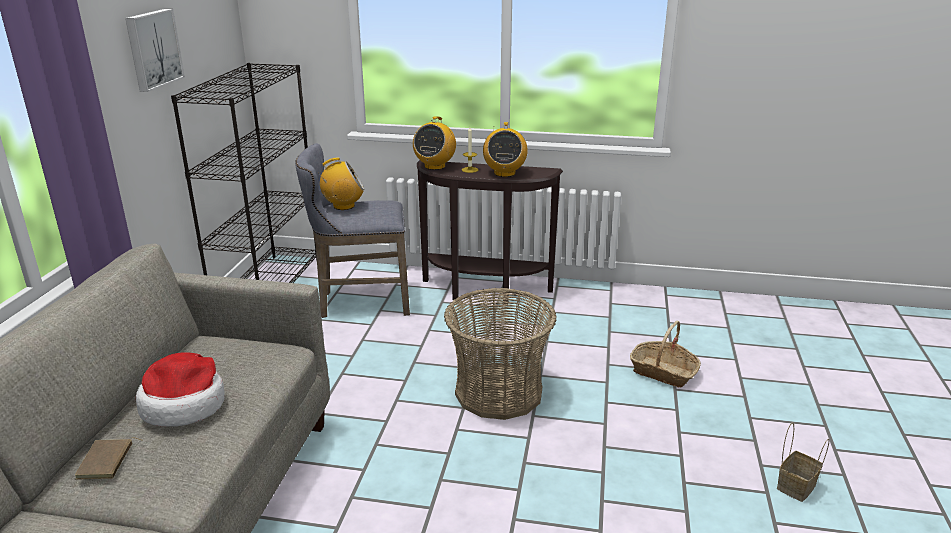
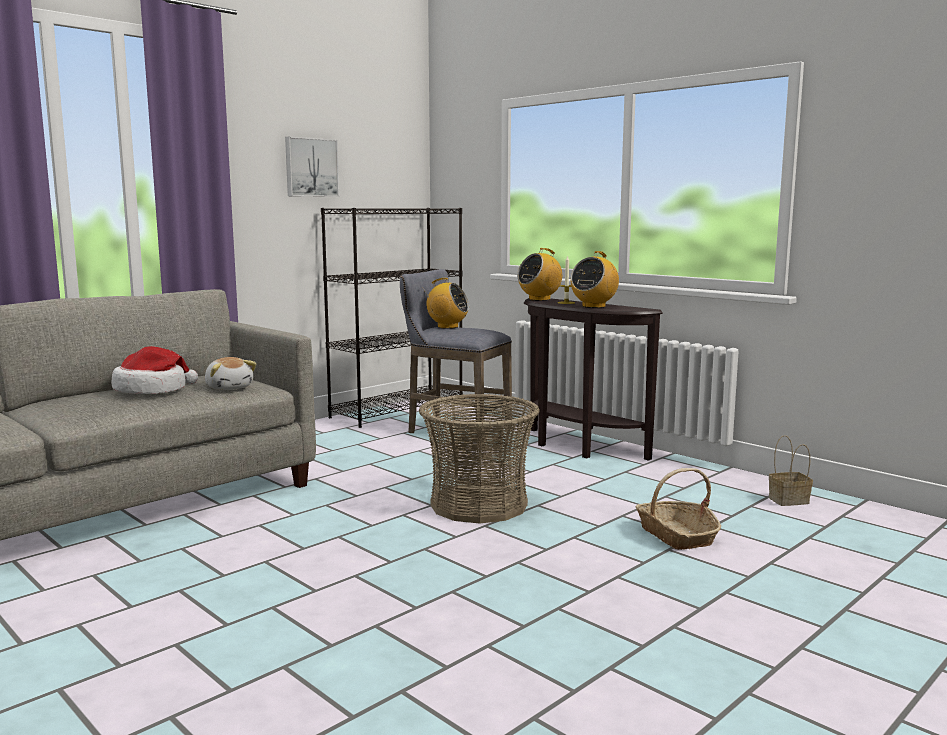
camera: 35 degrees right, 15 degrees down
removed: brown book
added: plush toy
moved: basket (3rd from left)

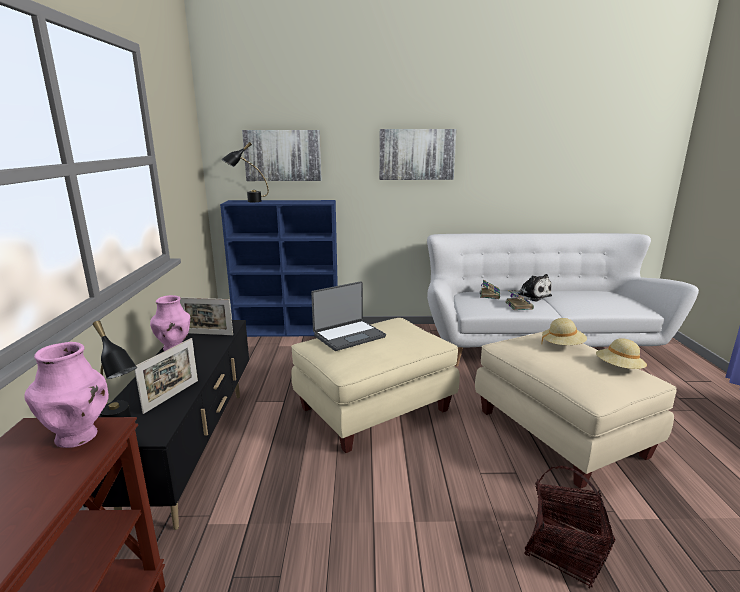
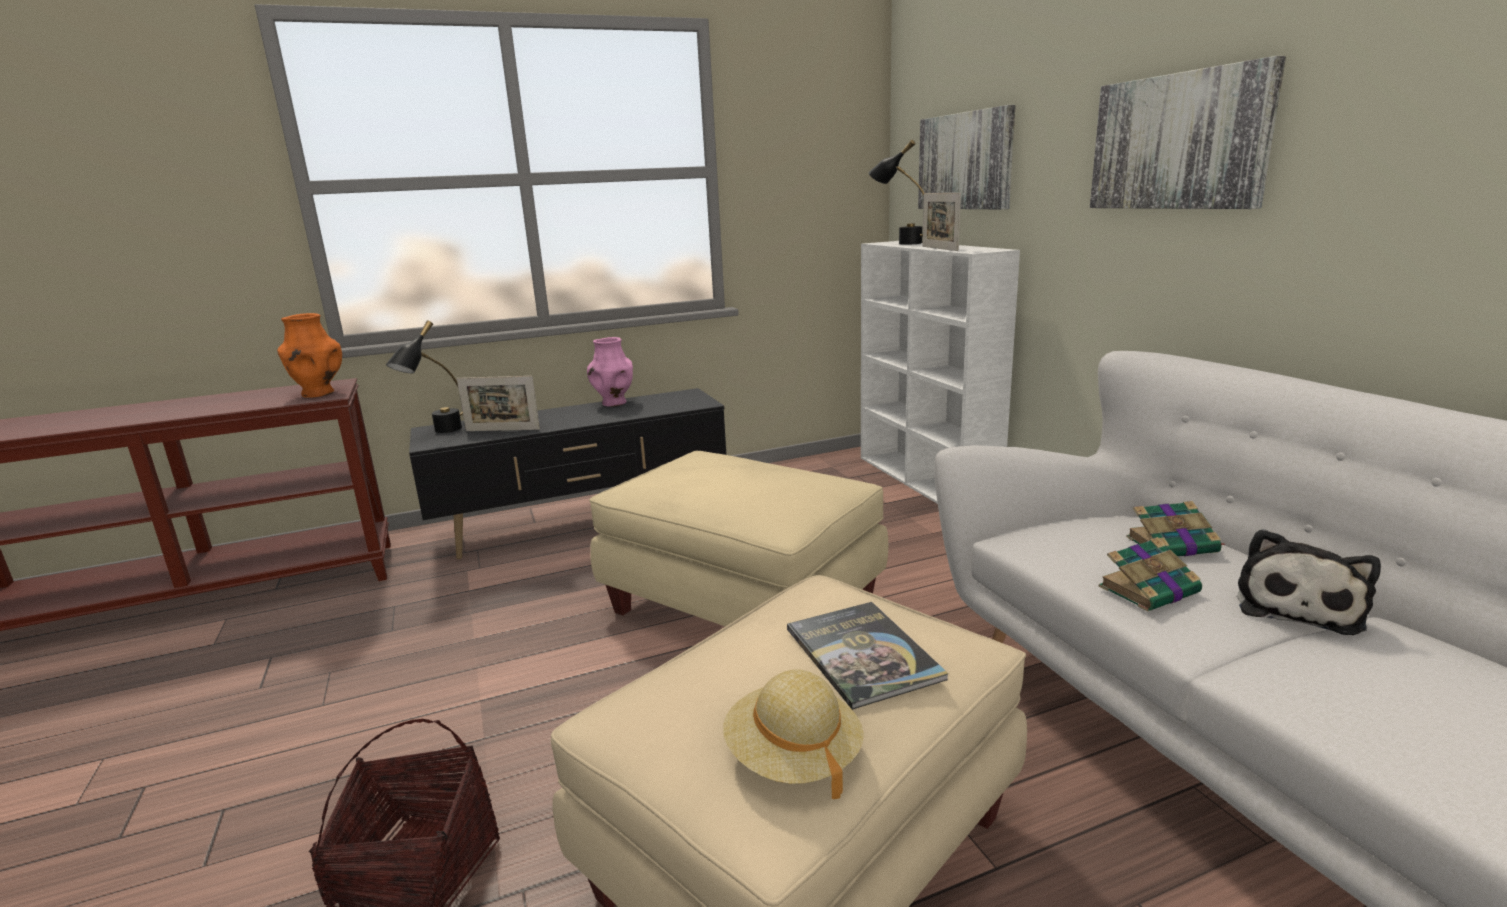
camera: 70 degrees right, 0 degrees up
removed: laptop
moved: picture frame (2nd from left)
replaced: beige hat (1st from left) to book (1st from left)
recoloured: pink vase (1st from left) to orange vase; blue bookcase to white bookcase

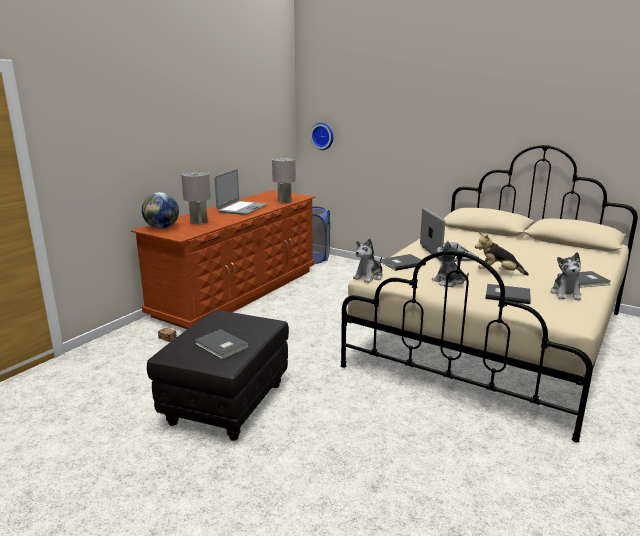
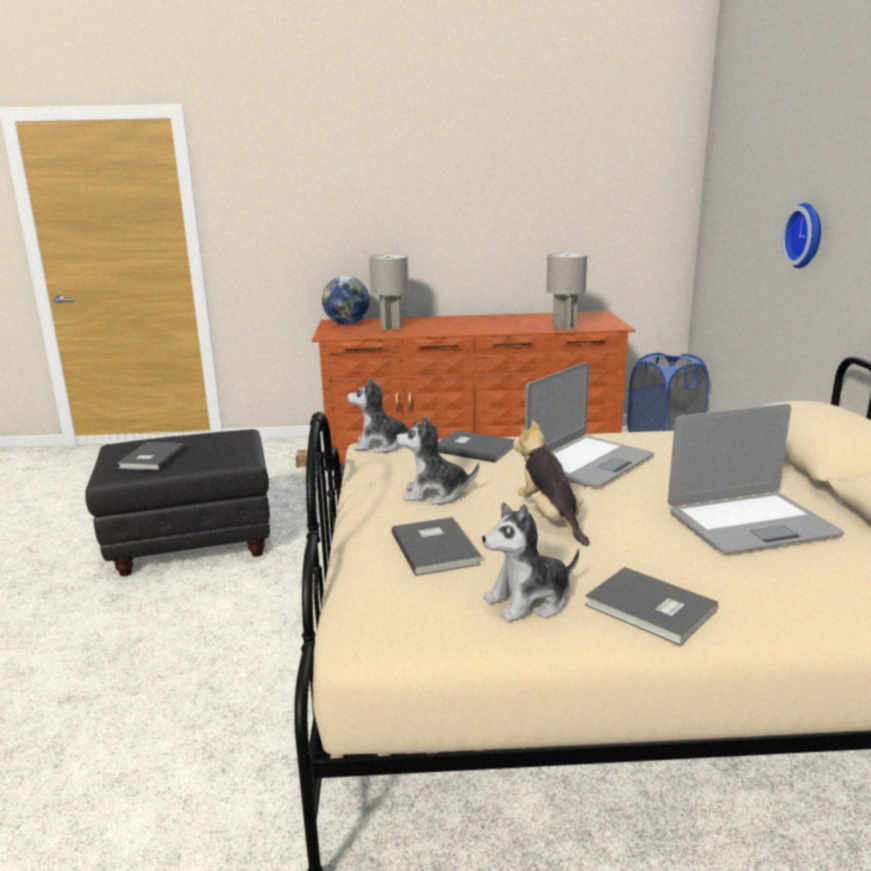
camera: 55 degrees right, 0 degrees up
moved: laptop (1st from left in the first image) to laptop (2nd from left); wall clock
turned: plush toy (2nd from left) 105 degrees counterclockwise

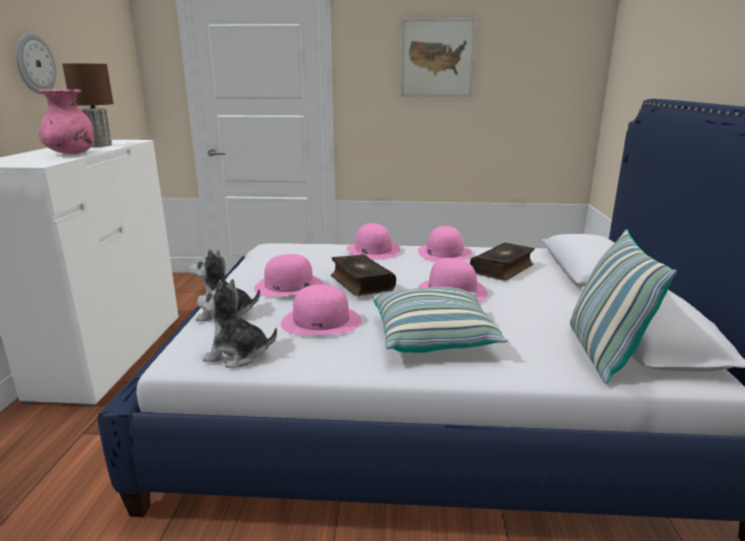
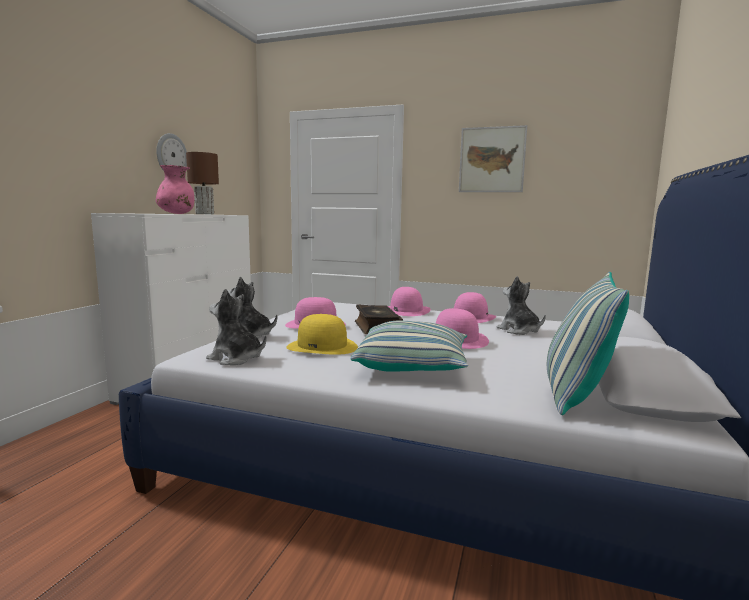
camera: 15 degrees right, 10 degrees down
replaced: book (2nd from left) to plush toy (3rd from left)
recoloured: pink hat (2nd from left) to yellow hat

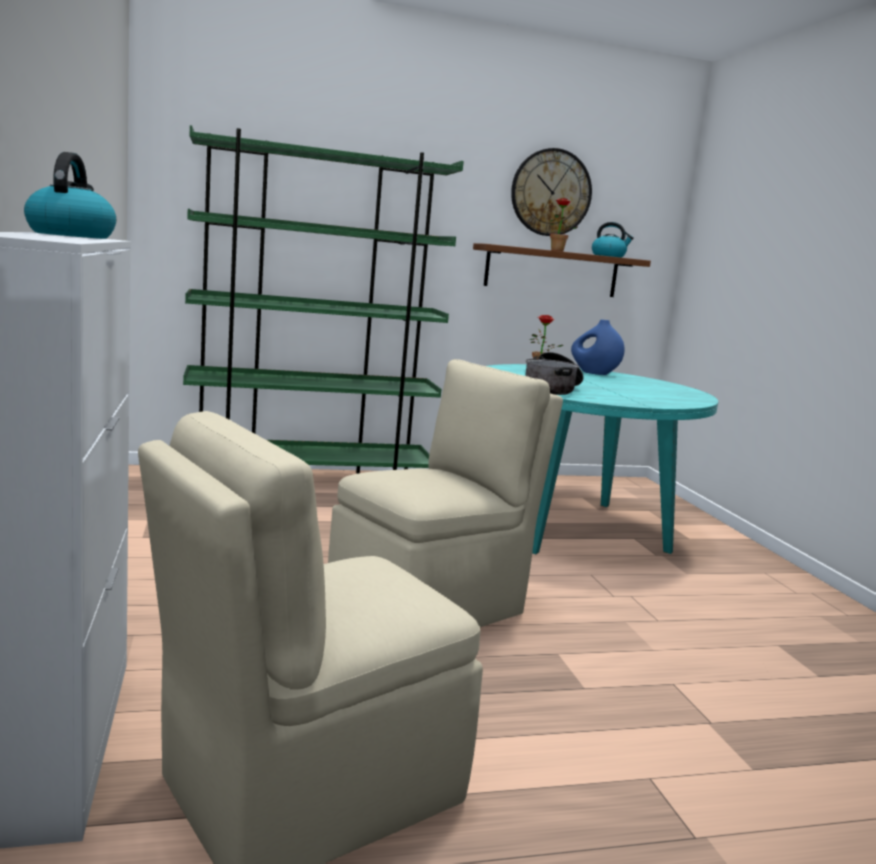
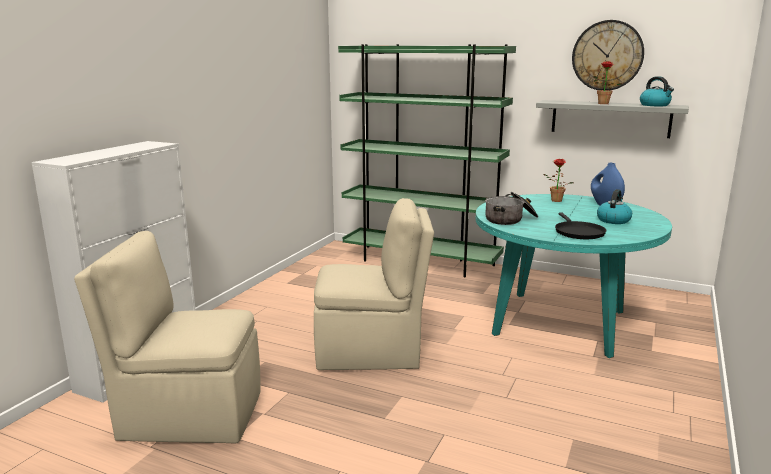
camera: 40 degrees right, 5 degrees up
added: black frying pan
moved: kettle (1st from left)
recoloured: brown shelf to grey shelf

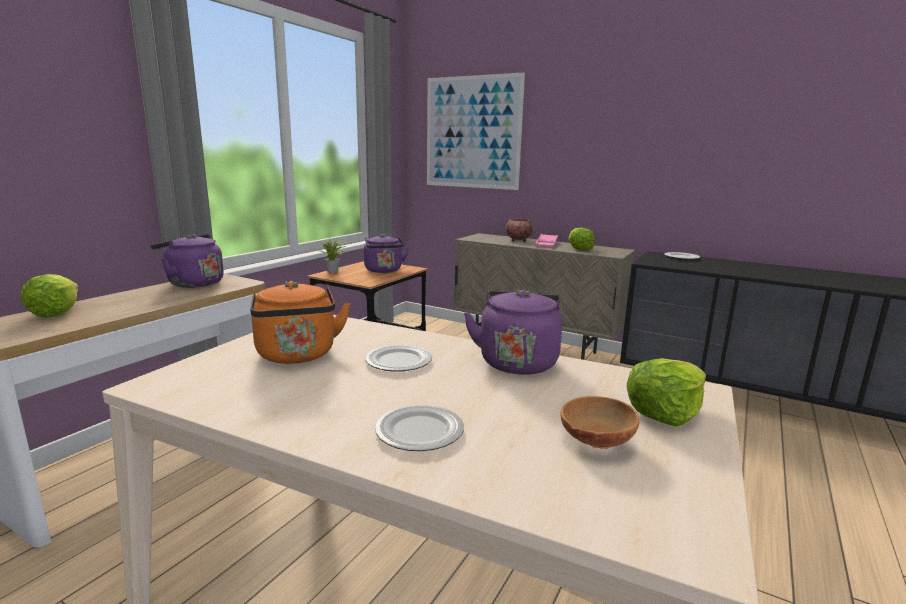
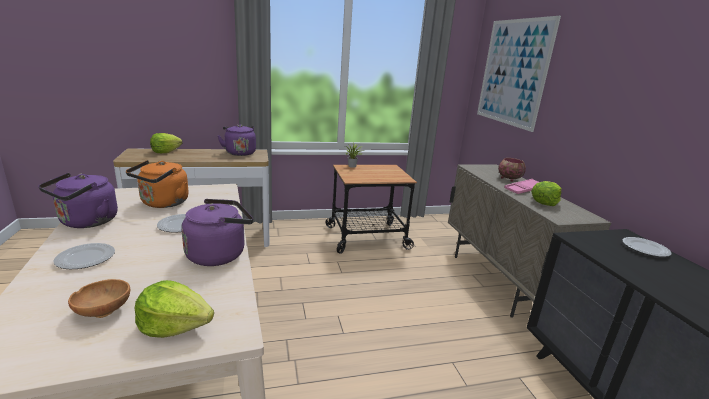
camera: 45 degrees right, 5 degrees up
moved: purple kettle (2nd from left in the first image) to purple kettle (1st from left)

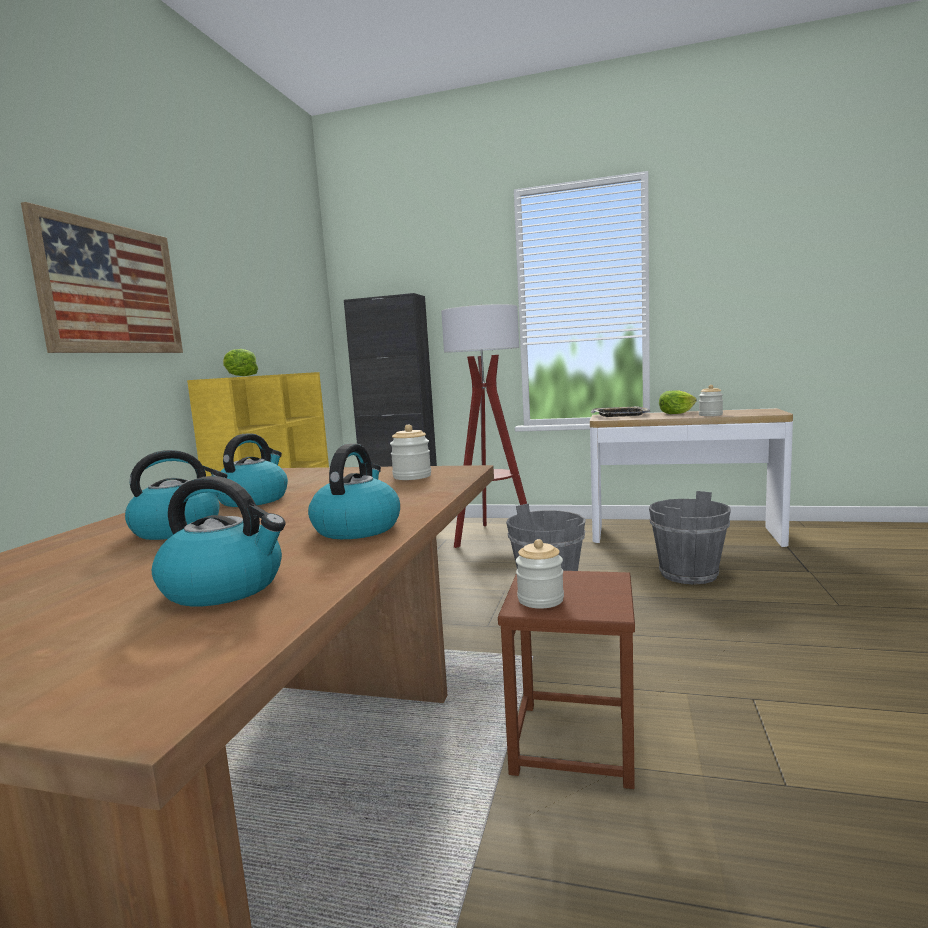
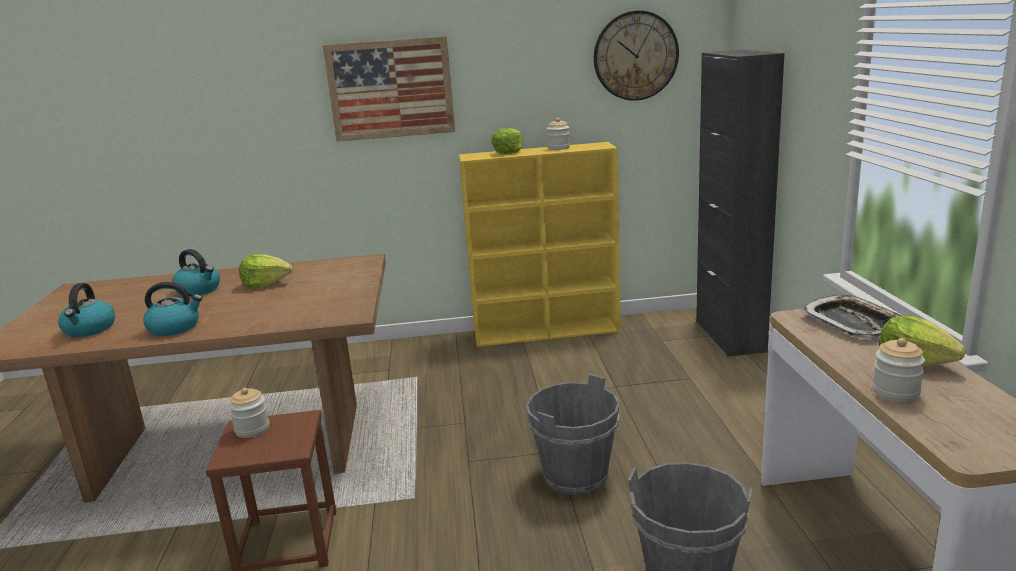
camera: 70 degrees right, 10 degrees up
removed: floor lamp
added: wall clock
moved: jar (1st from left in the first image) to jar (2nd from left)
replaced: kettle (3rd from left) to lettuce (1st from left)

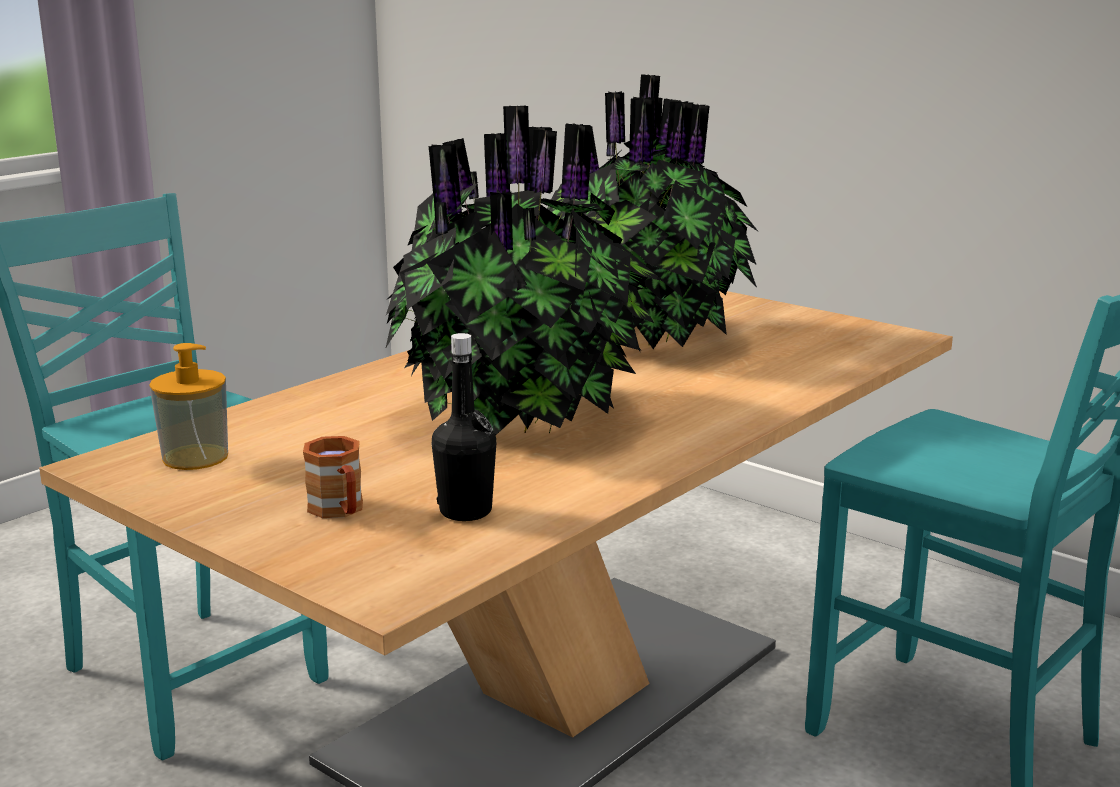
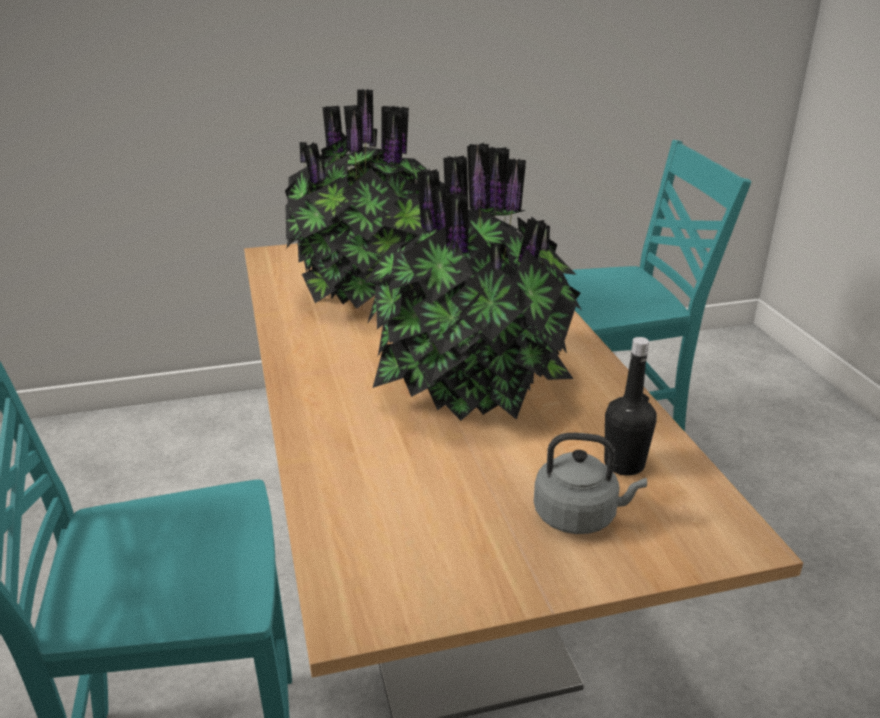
camera: 55 degrees left, 10 degrees up
removed: soap dispenser
replaced: brown mug to grey kettle

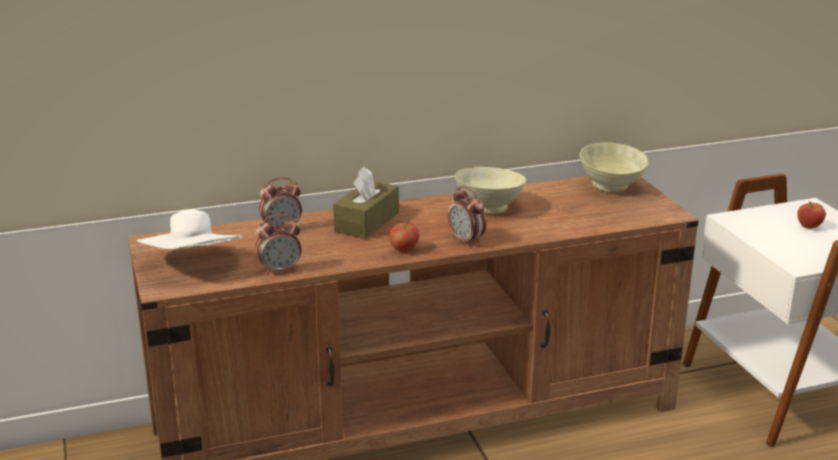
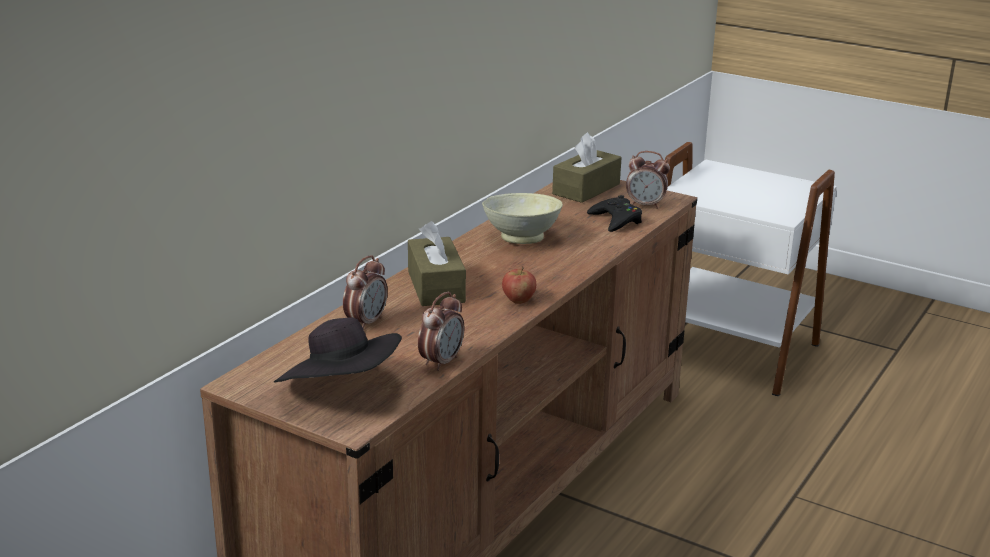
camera: 40 degrees left, 0 degrees up
removed: apple (2nd from left)
added: black game controller
moved: alarm clock (3rd from left)
replaced: beige bowl (2nd from left) to brown tissue box (2nd from left)
recoloured: white hat to black hat

